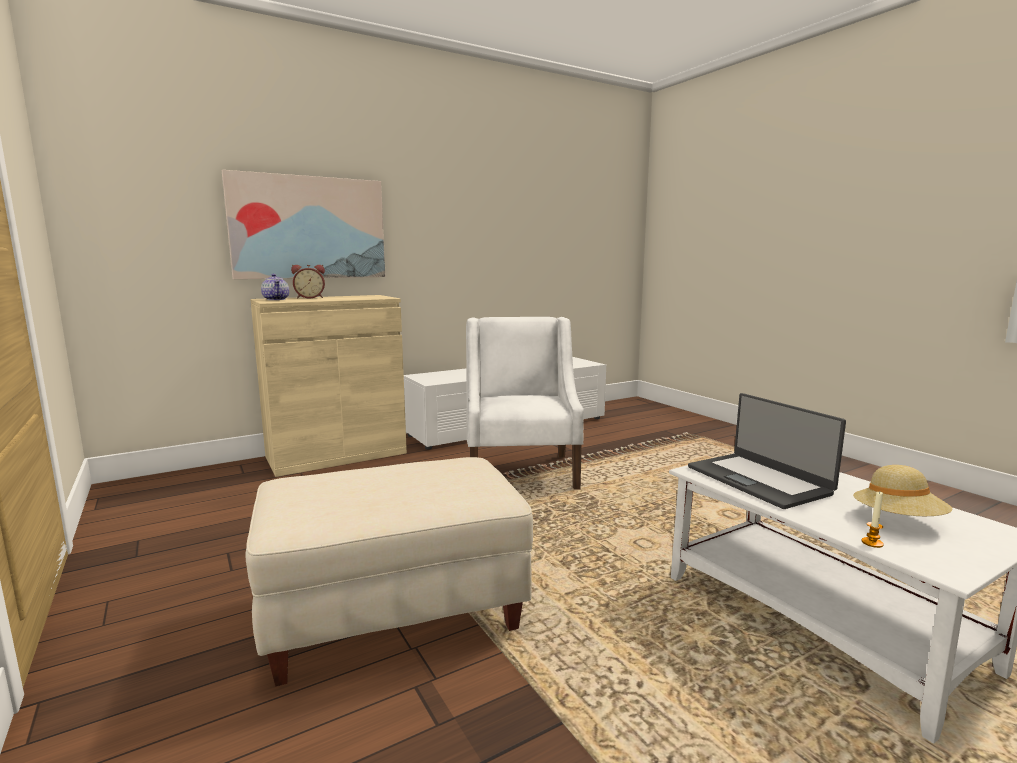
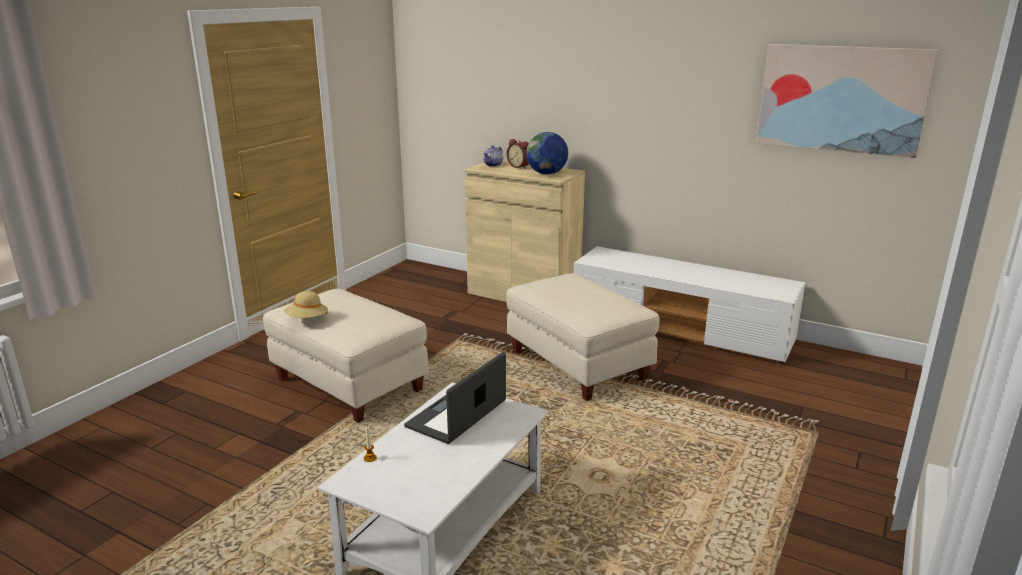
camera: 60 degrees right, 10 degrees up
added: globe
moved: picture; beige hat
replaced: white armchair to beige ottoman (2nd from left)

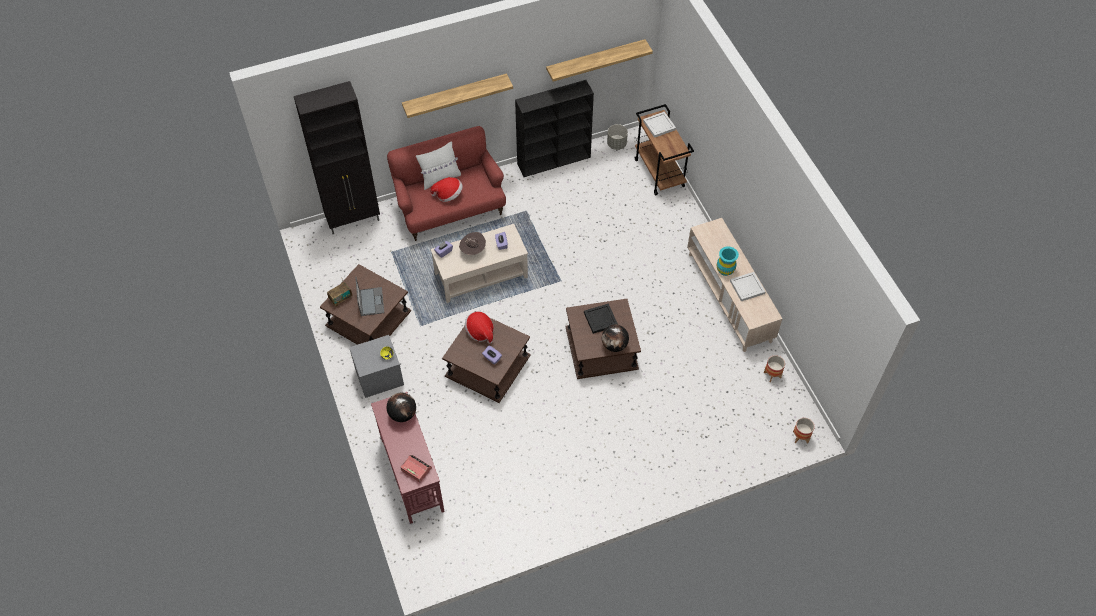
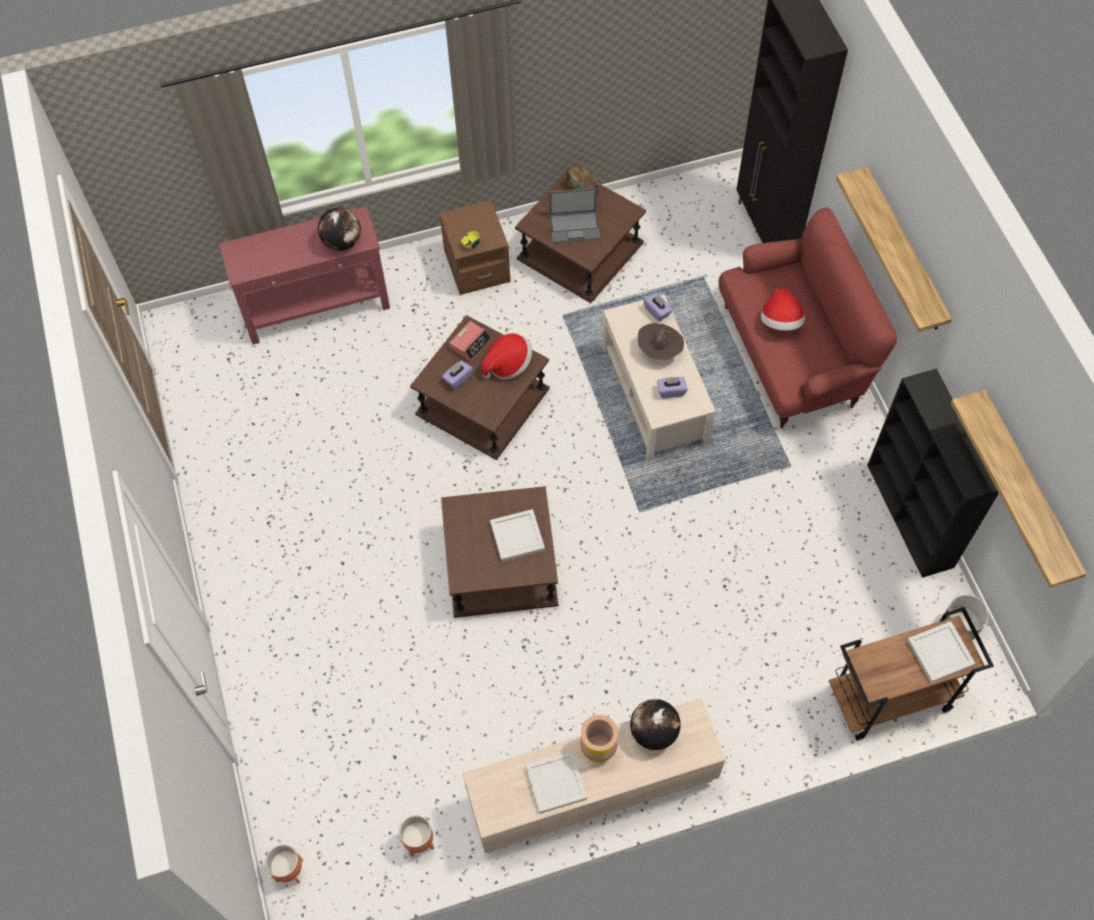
camera: 95 degrees right, 5 degrees up
removed: white pillow
moved: alarm clock; globe (2nd from left)
recoloured: grey nightstand to brown nightstand; black tray to white tray (1st from left); turquoise vase to brown vase

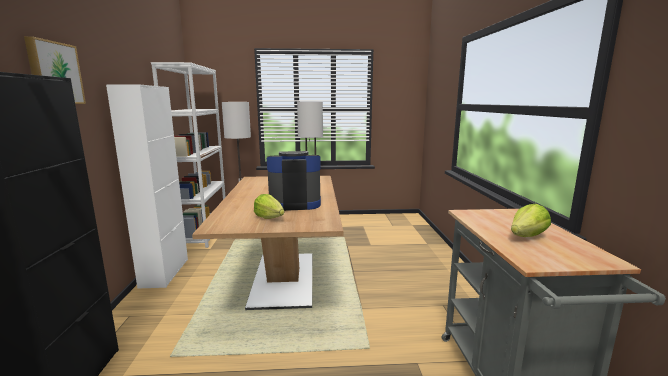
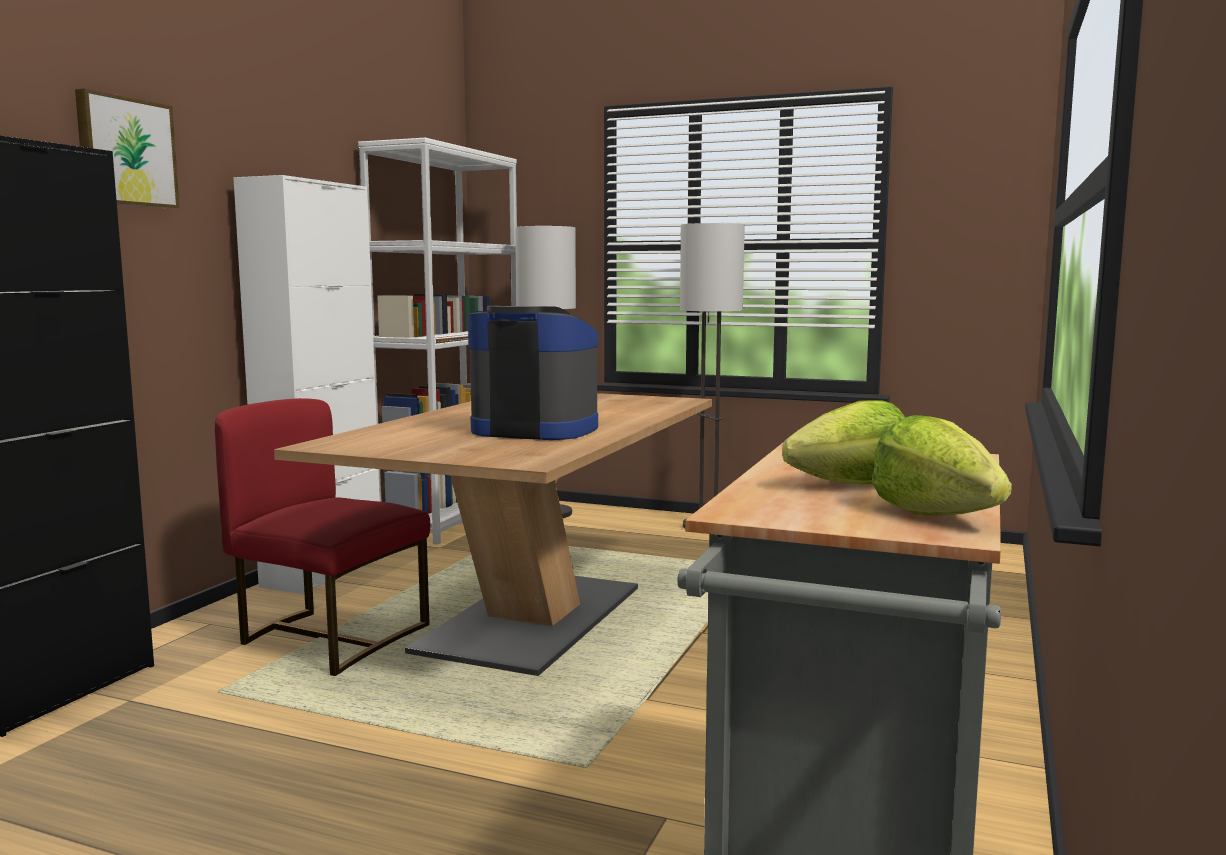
camera: 25 degrees right, 5 degrees down
added: red chair
moved: lettuce (1st from left in the first image) to lettuce (2nd from left)

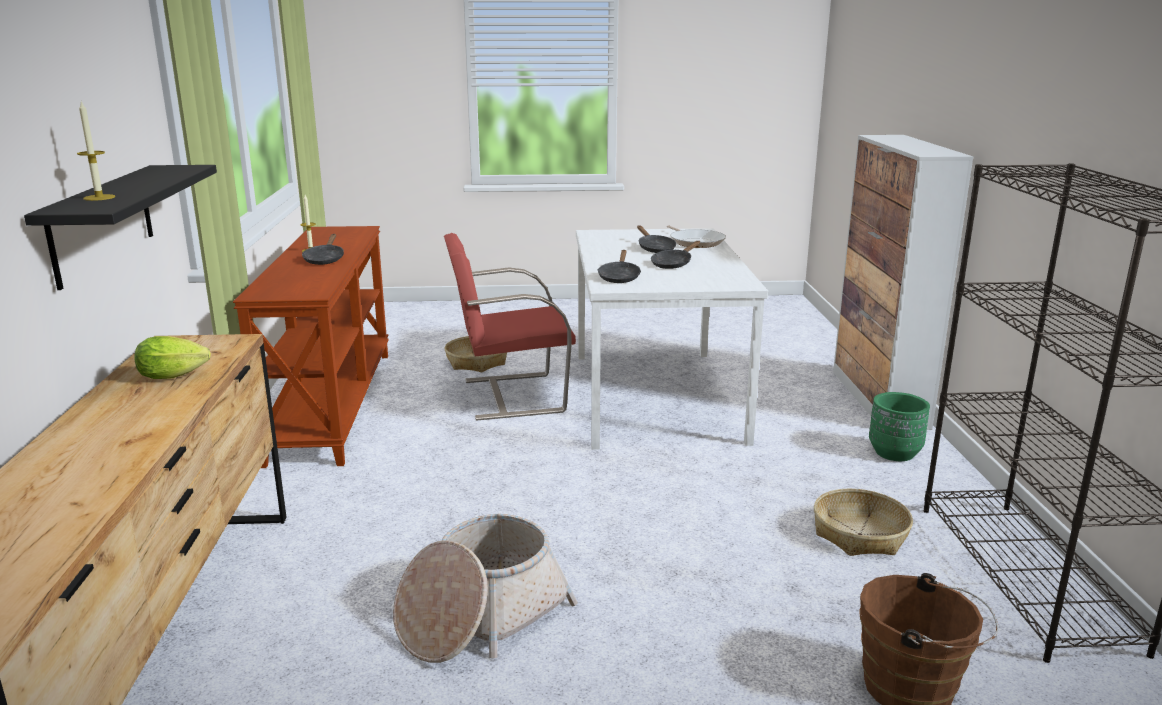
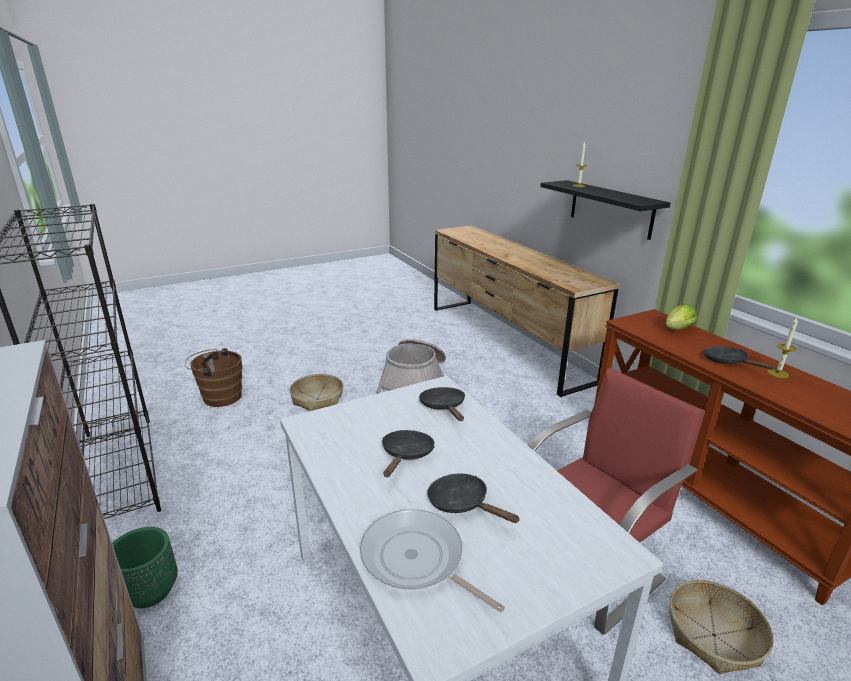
camera: 155 degrees right, 5 degrees up
moved: lettuce; basket (3rd from left in the first image) to basket (1st from left)

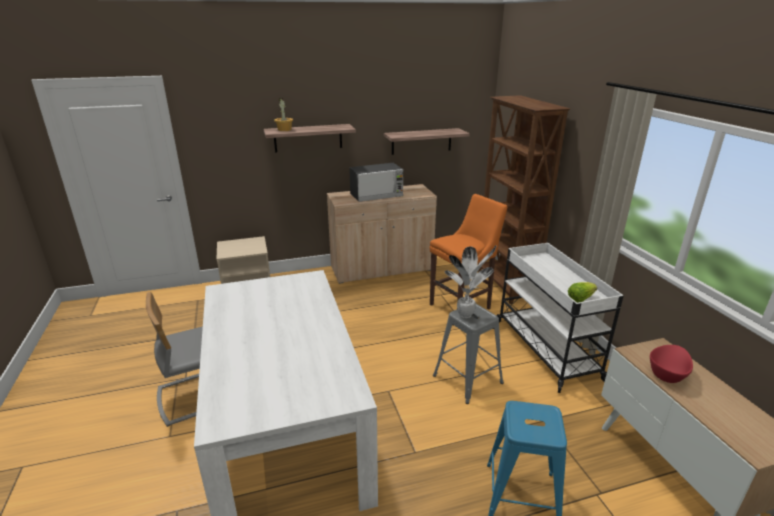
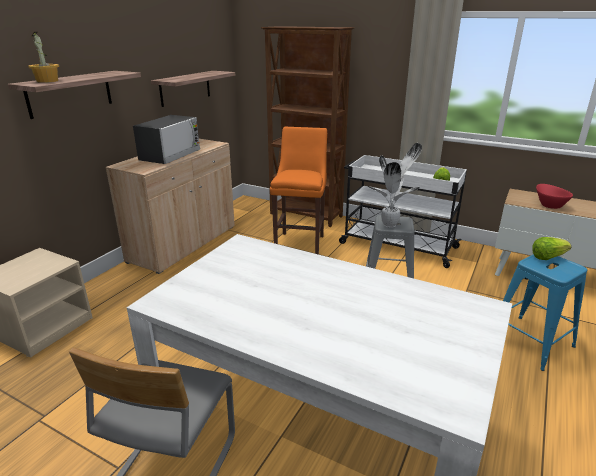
camera: 45 degrees left, 0 degrees up
added: lettuce (2nd from left)

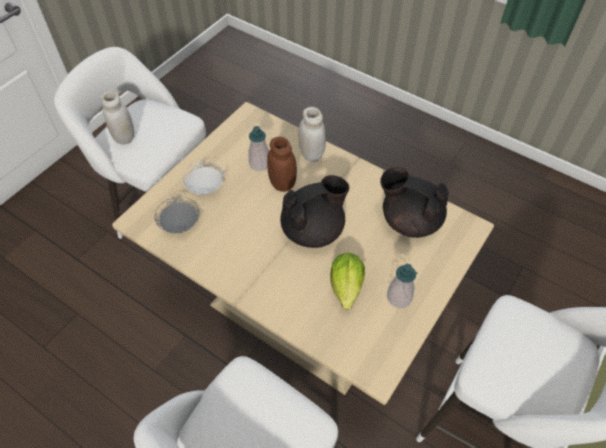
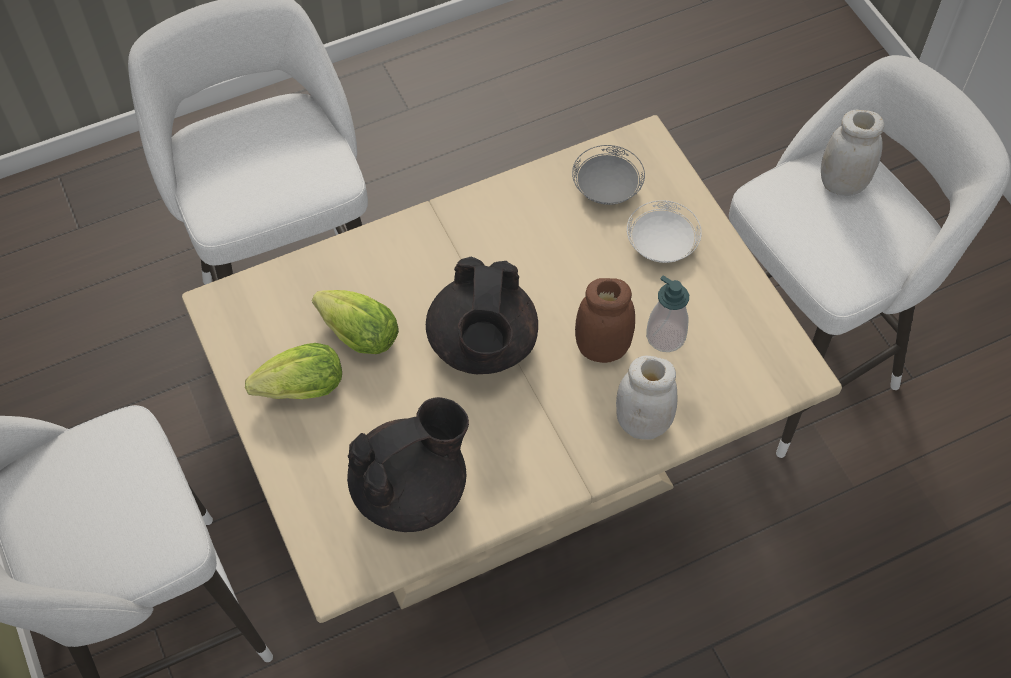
camera: 120 degrees right, 5 degrees up
replaced: soap dispenser (2nd from left) to lettuce (1st from left)

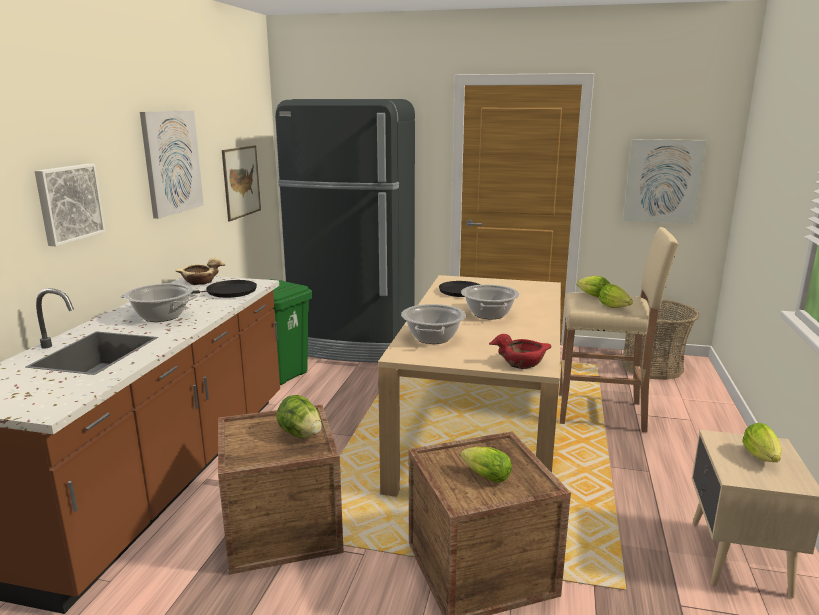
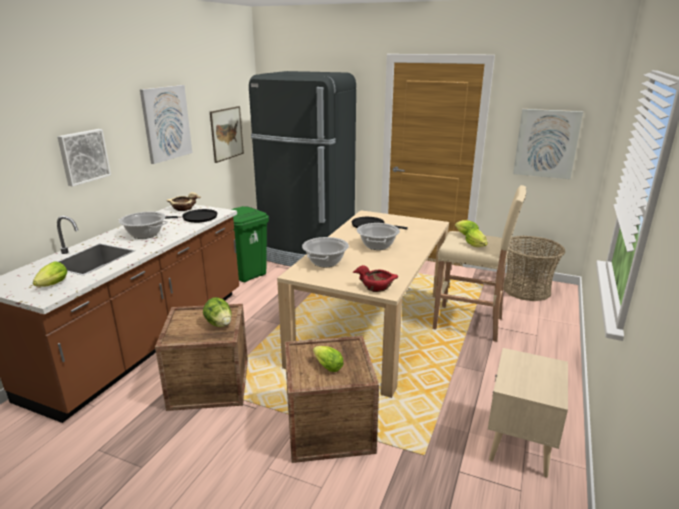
camera: 10 degrees right, 5 degrees up
moved: lettuce (5th from left in the first image) to lettuce (1st from left)

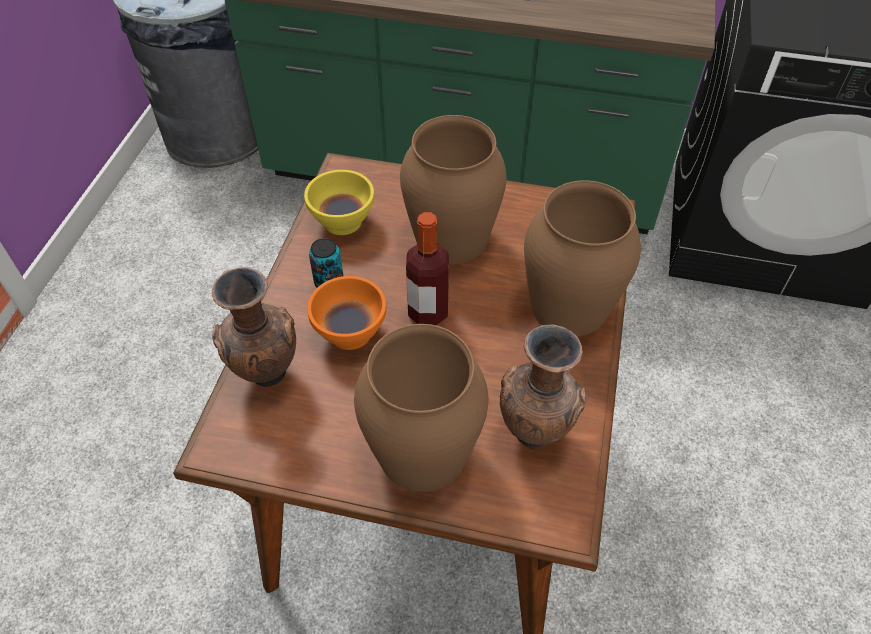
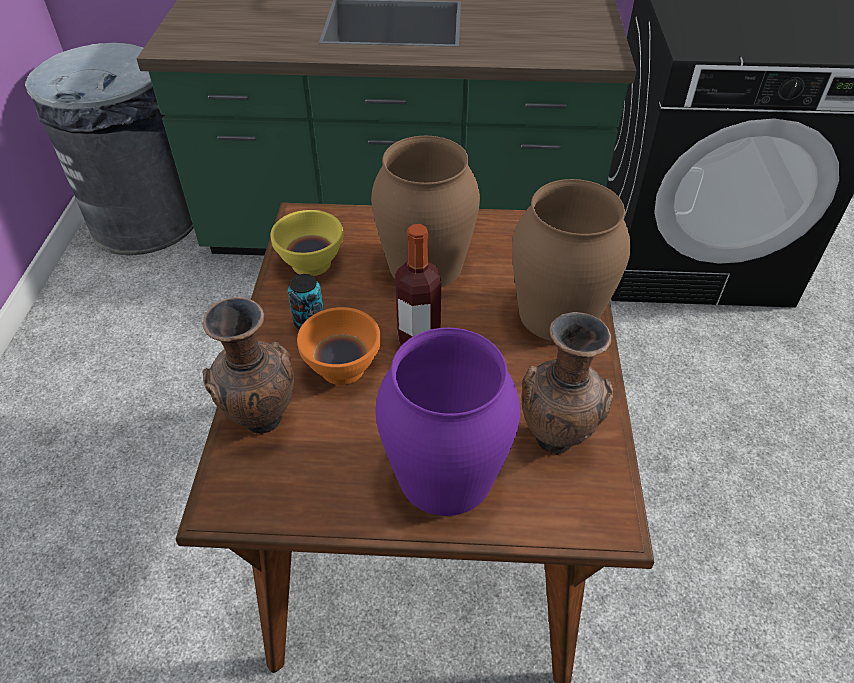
camera: 10 degrees left, 5 degrees down
recoloured: brown vase (2nd from left) to purple vase

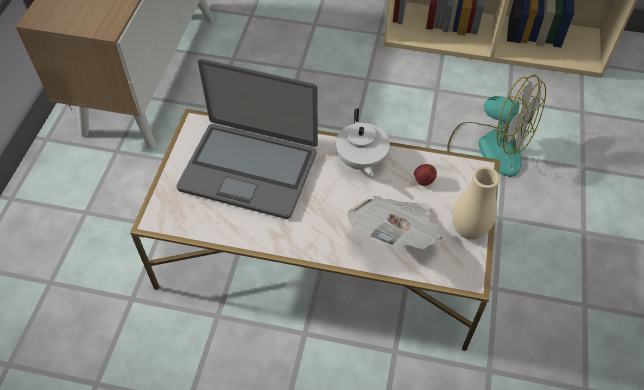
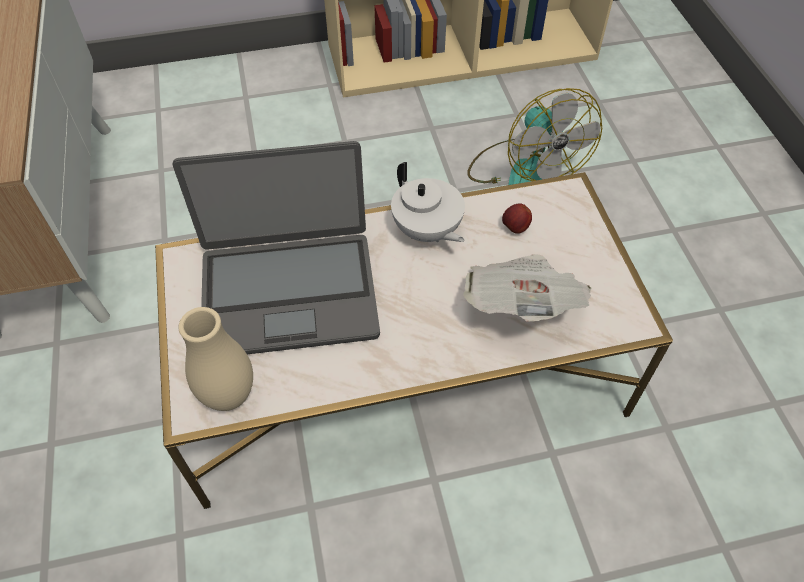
camera: 25 degrees left, 0 degrees up
moved: beige vase
turned: fan 60 degrees clockwise

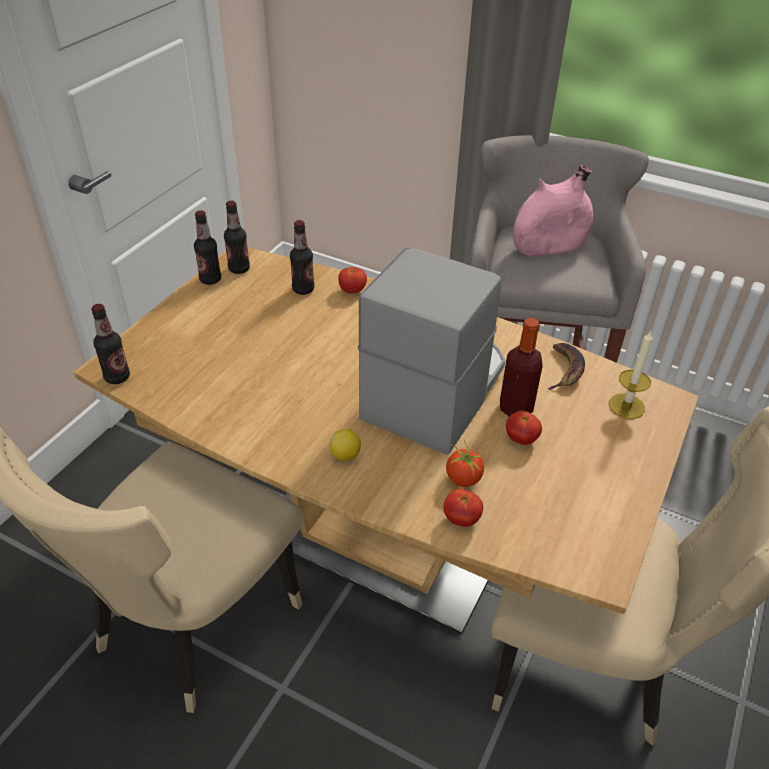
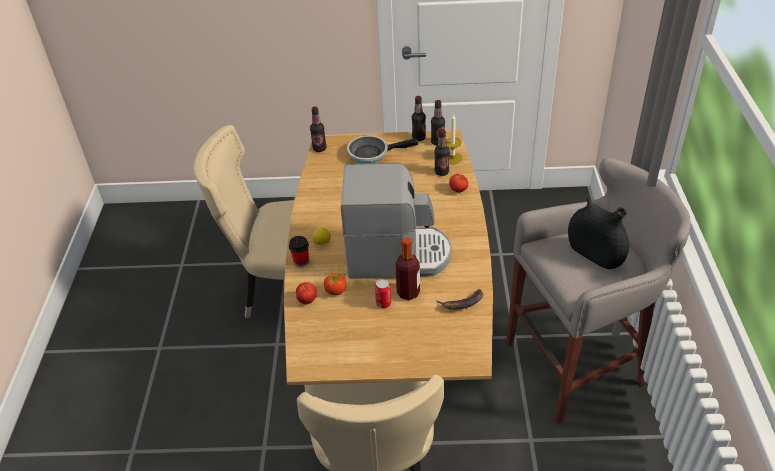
camera: 65 degrees right, 0 degrees up
added: cup; frying pan
moved: candle
replaced: tomato (4th from left) to can
recoloured: pink vase to black vase

